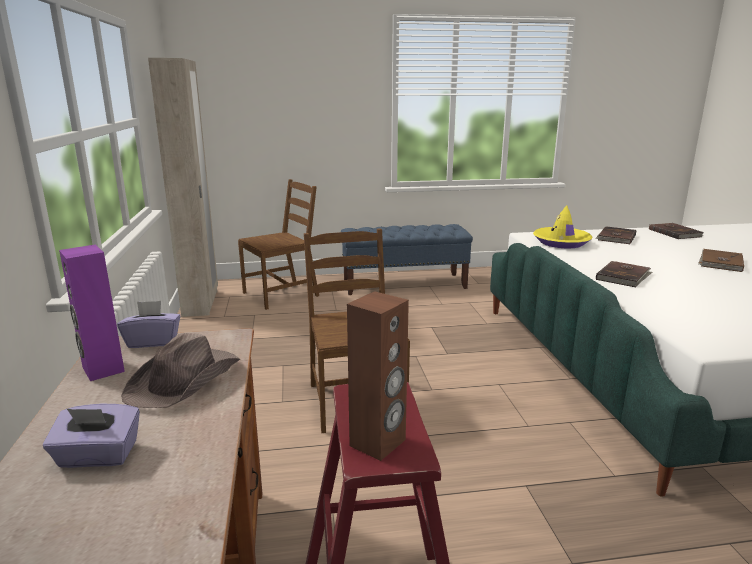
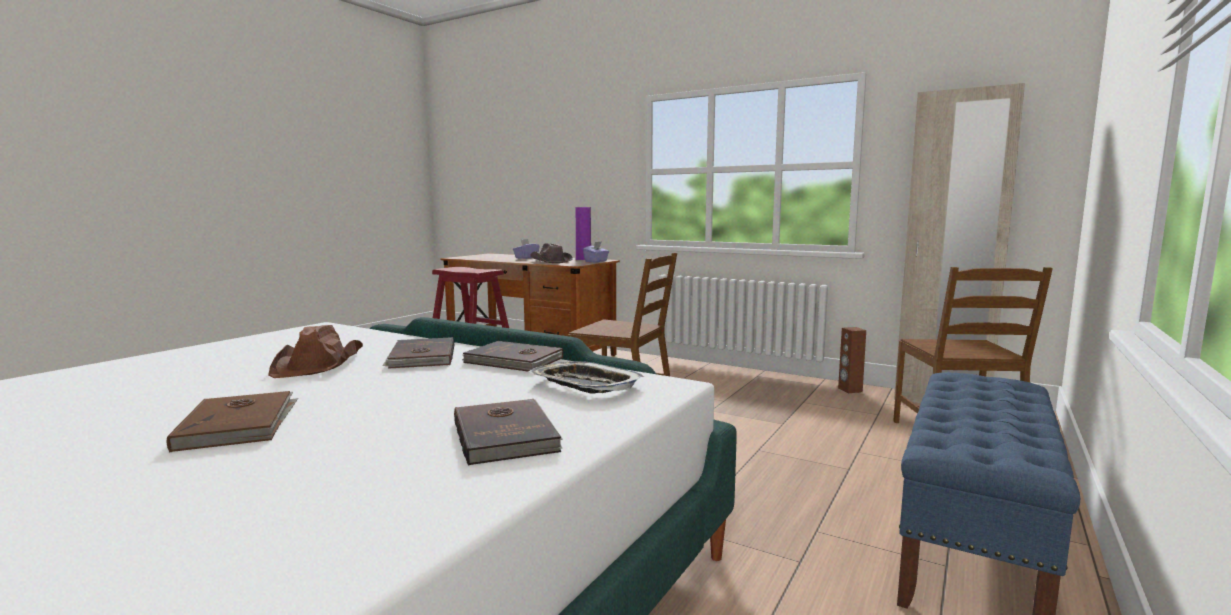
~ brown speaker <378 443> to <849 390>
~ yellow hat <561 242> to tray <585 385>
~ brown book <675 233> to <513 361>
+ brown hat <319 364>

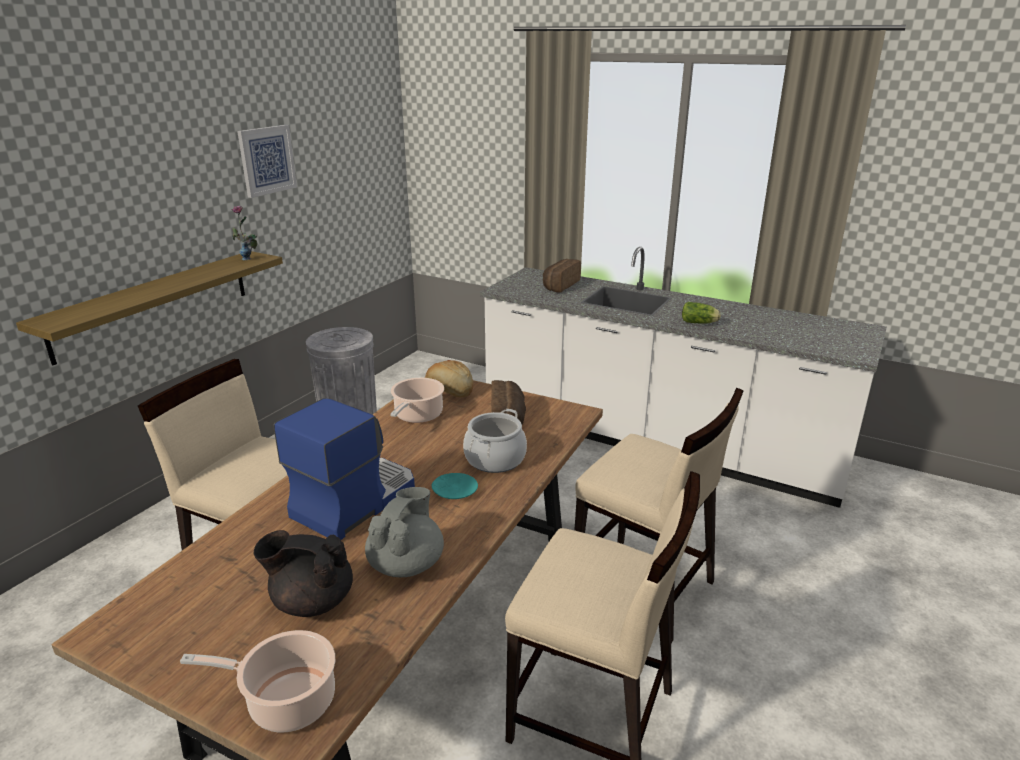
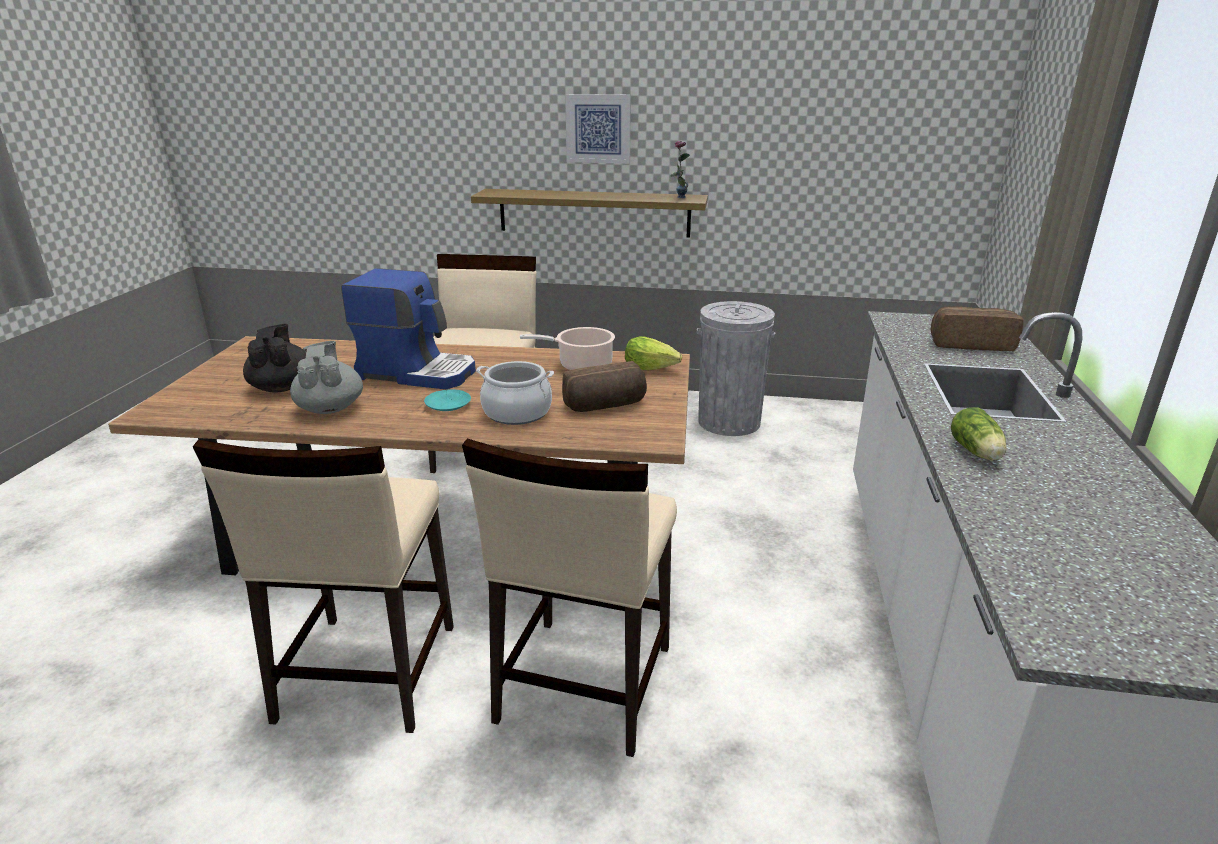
- cooking pot <286 701>
~ picture <267 160> to <598 128>
~ grey teapot <407 564> = <330 408> 105 degrees counterclockwise
~ bread <449 390> to lettuce <650 368>

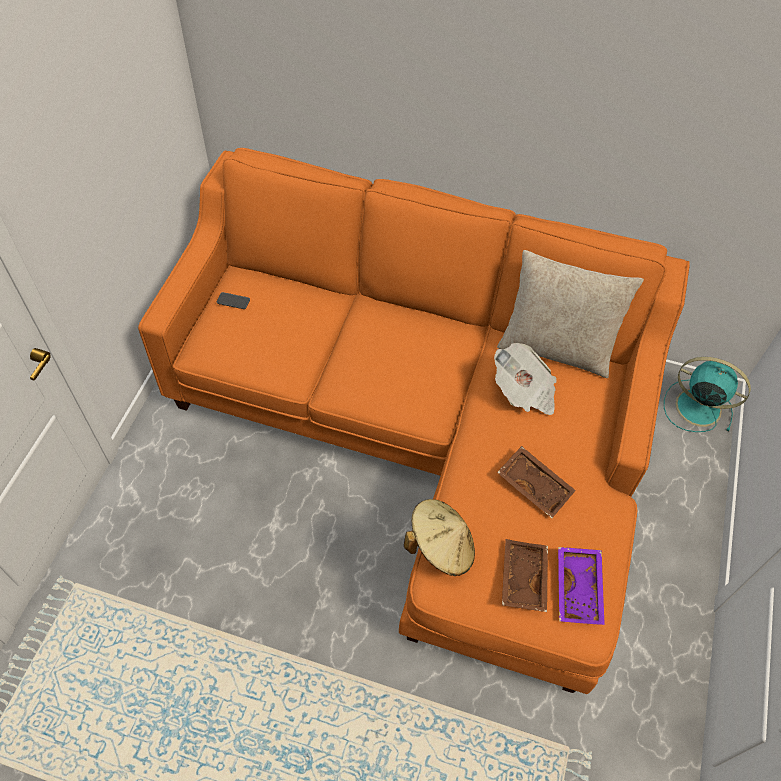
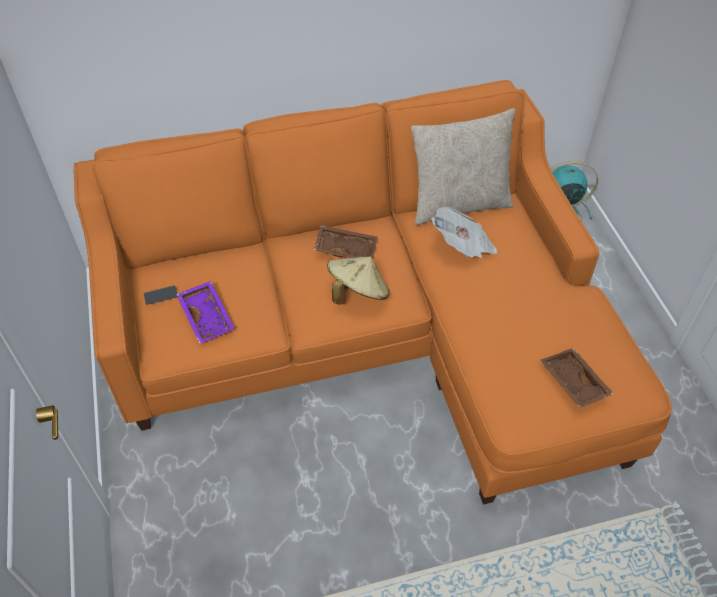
~ beige hat <441 546> to <357 293>
~ brown tray <535 485> to <346 248>
~ purple tray <580 589> to <208 317>

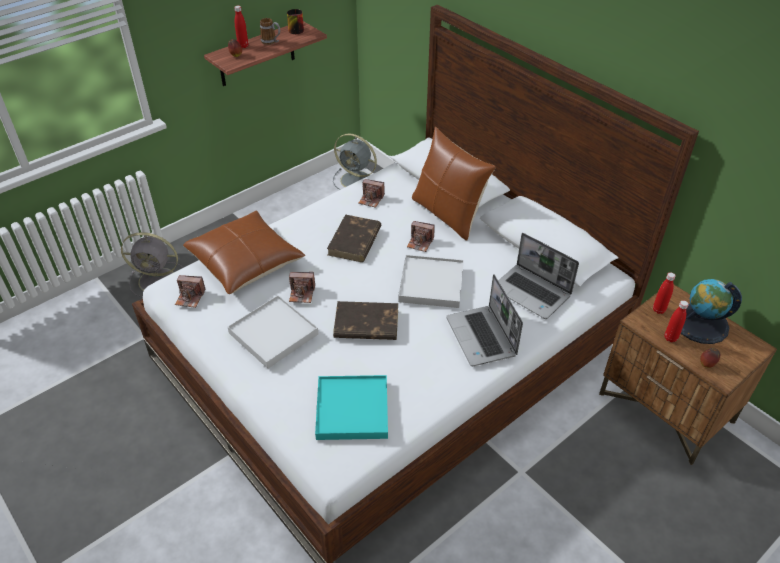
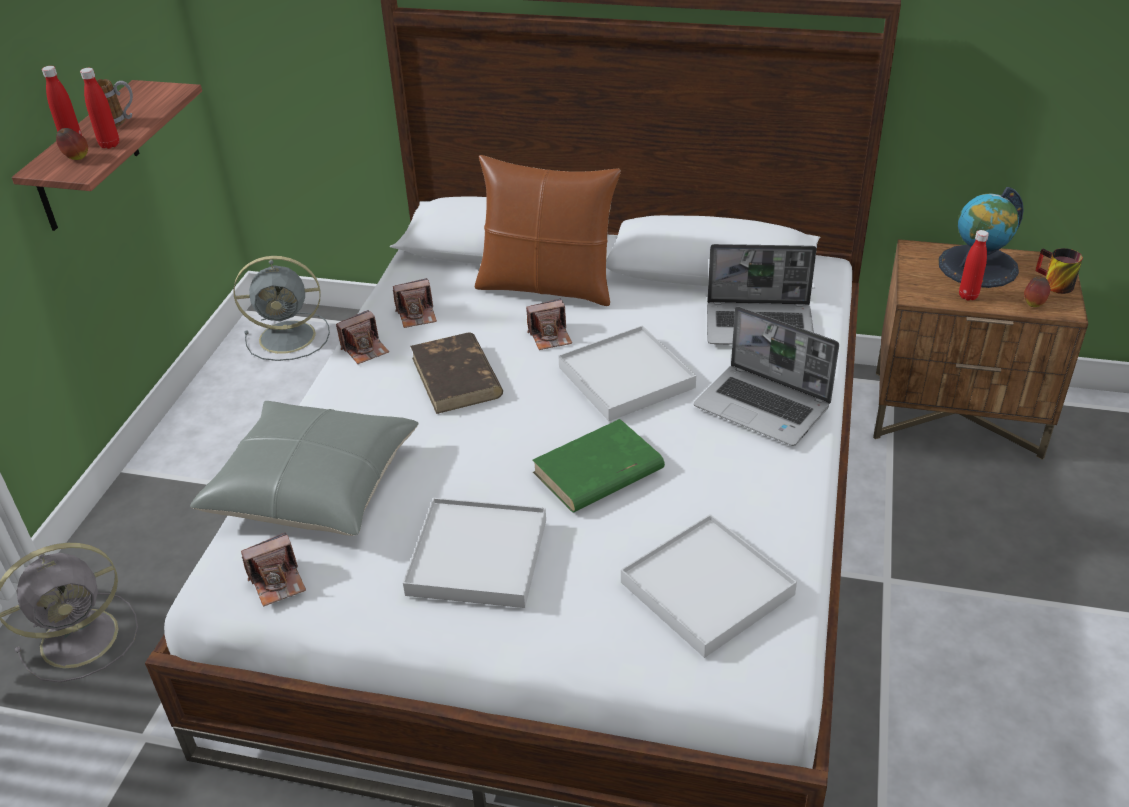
~ brown pillow <245 261> to grey pillow <313 486>
~ mug <295 29> to <1052 284>
~ photo camera <302 293> to <365 349>
~ turquoise tray <352 410> to white tray <707 588>
~ brown book <365 324> to green book <597 472>
~ red bottle <658 310> to <109 145>

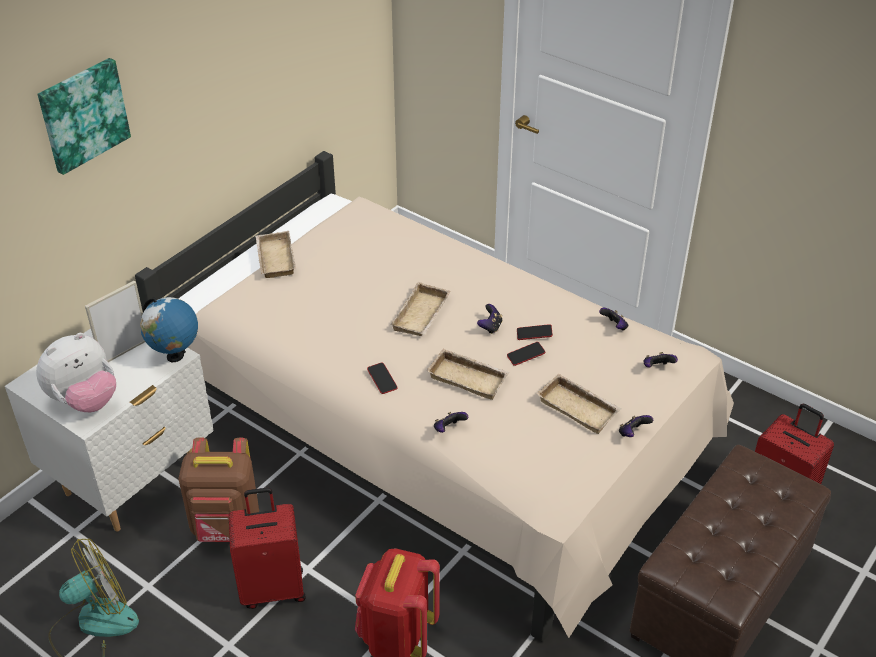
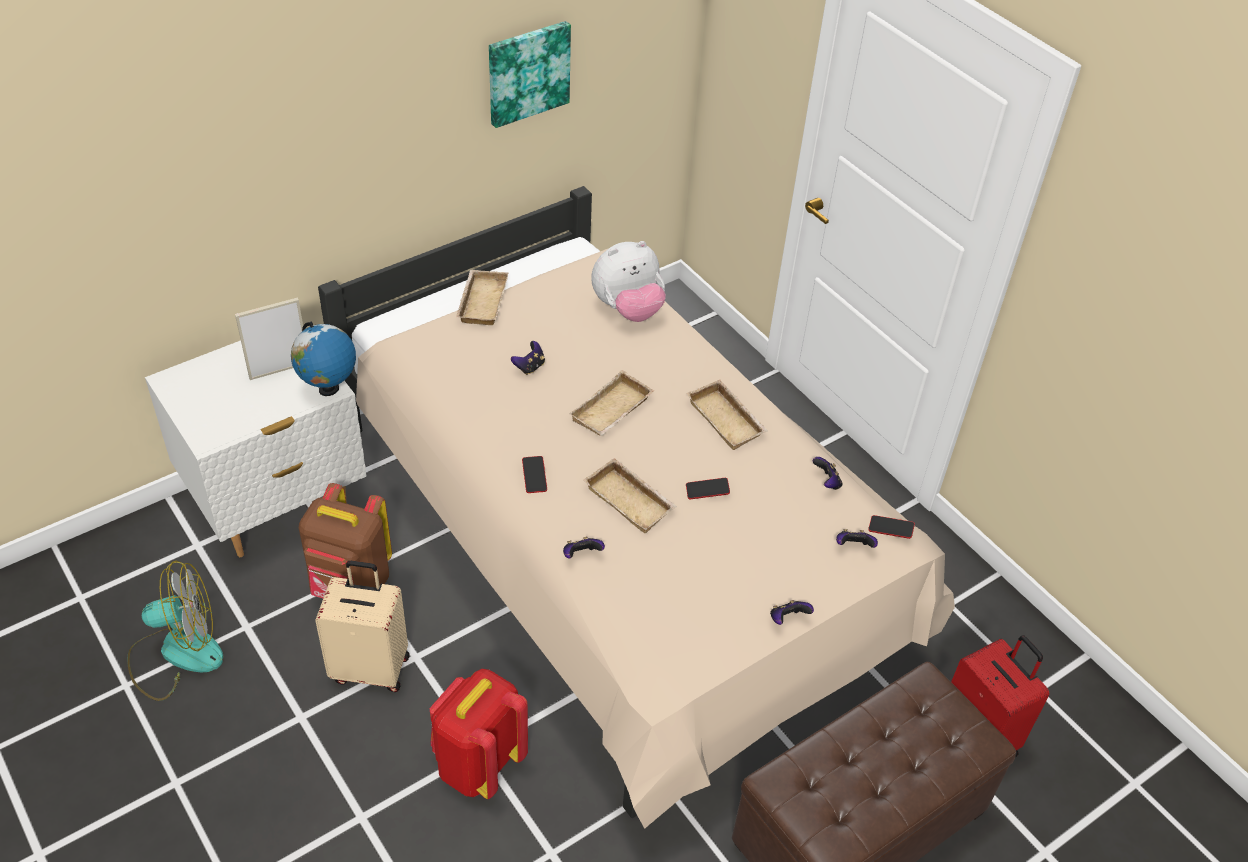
~ plush toy <85 400> to <628 309>
~ picture <83 114> to <527 72>
~ red suitcase <273 588> to beige suitcase <371 667>
~ game controller <490 327> to <529 367>
~ phone <534 334> to <890 529>
~ beige tray <580 407> to <728 419>

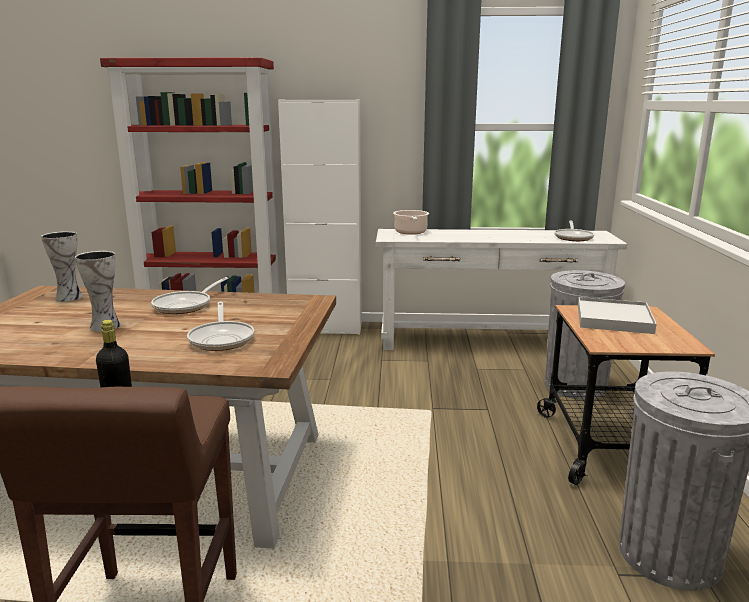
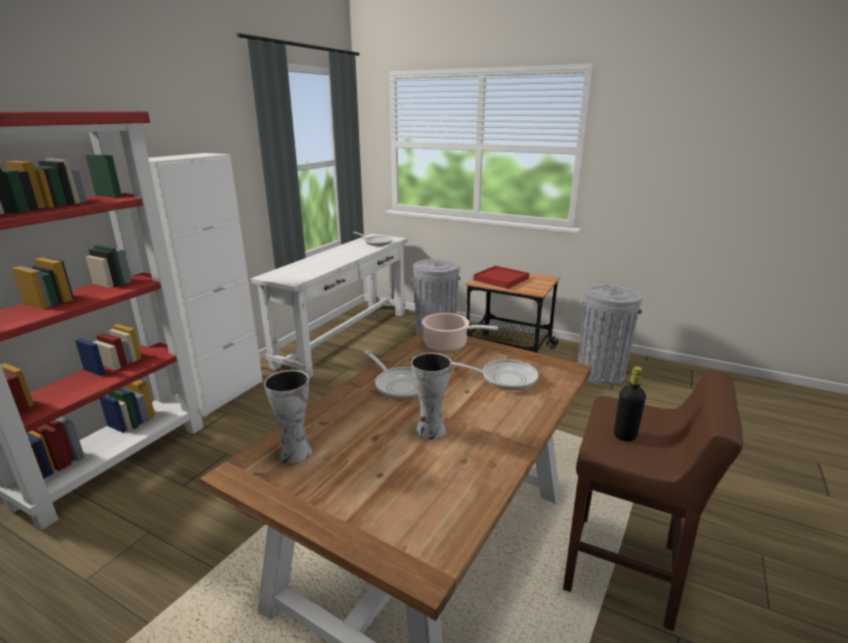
~ cooking pot <411 232> to <448 345>
~ white tray <613 319> to red tray <501 279>

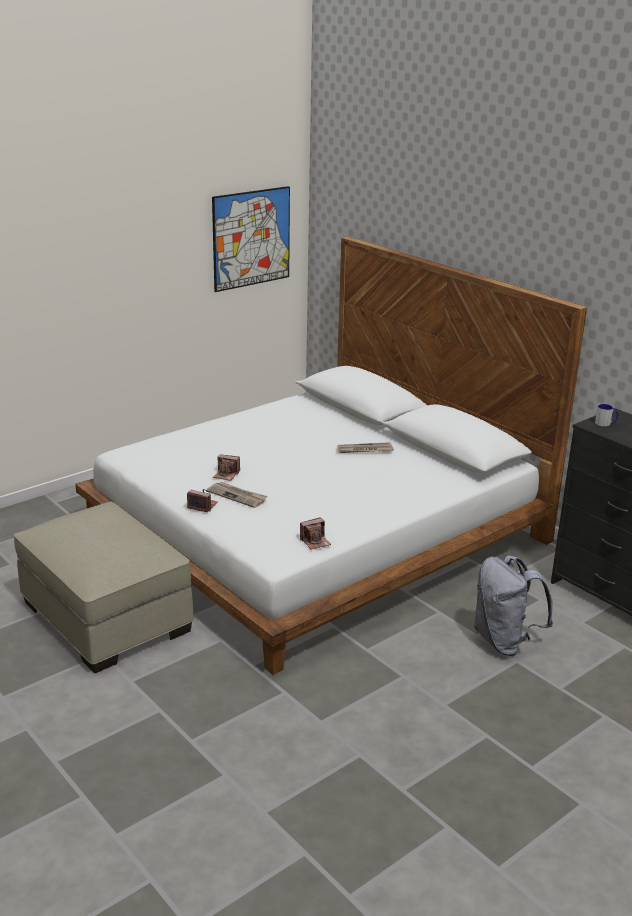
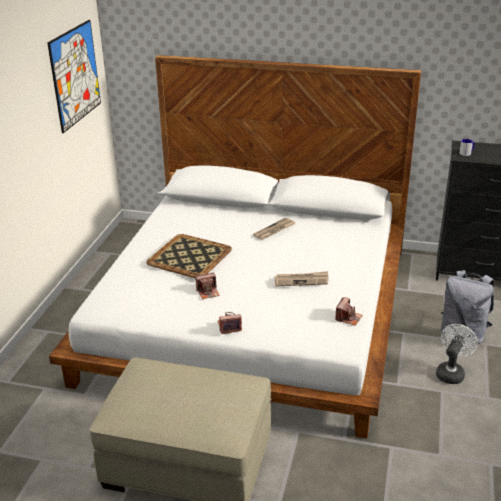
~ newspaper <237 496> to <301 280>
+ tray <189 257>
+ white fan <451 372>

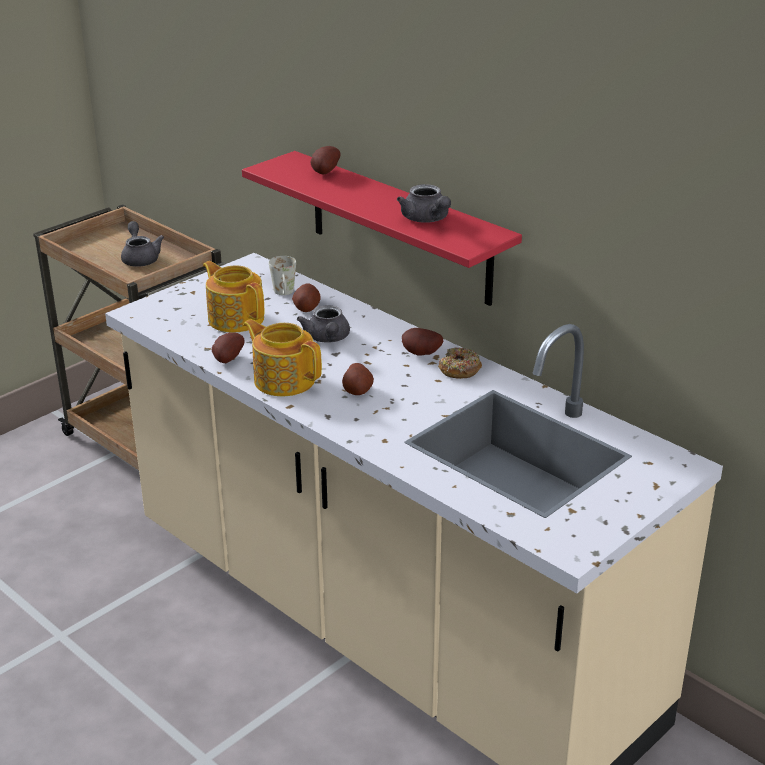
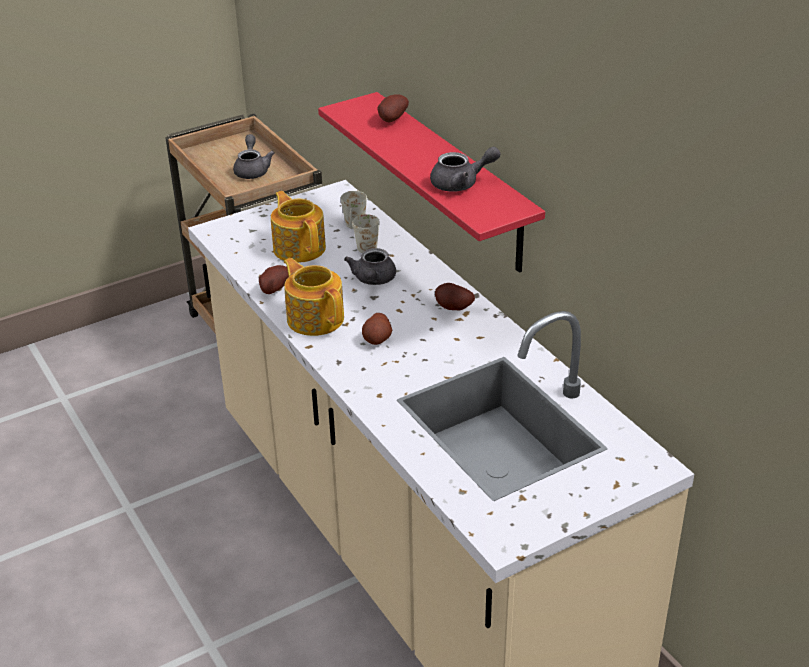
~ potato <306 308> to white mug <368 245>
~ grey teapot <427 219> = <461 183> 90 degrees counterclockwise
- donut <459 370>

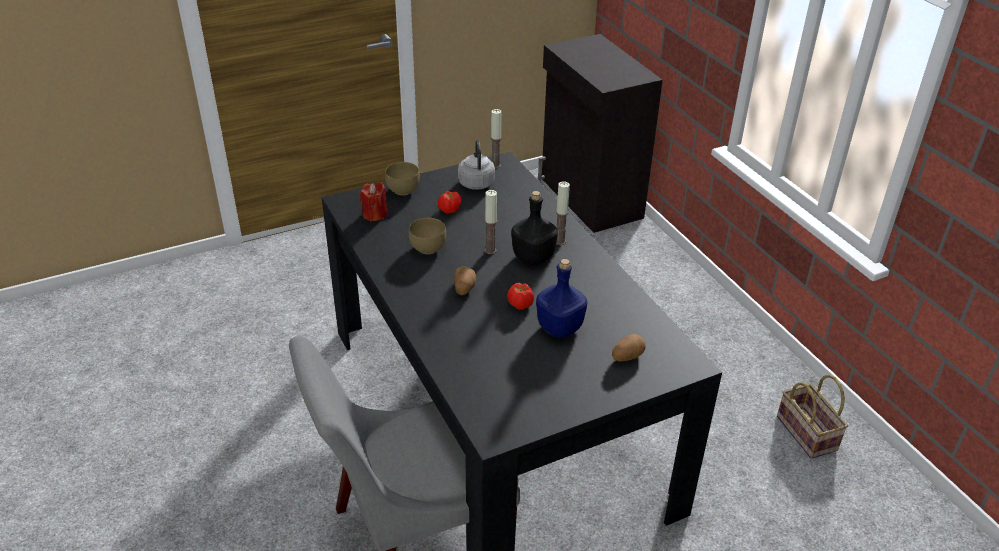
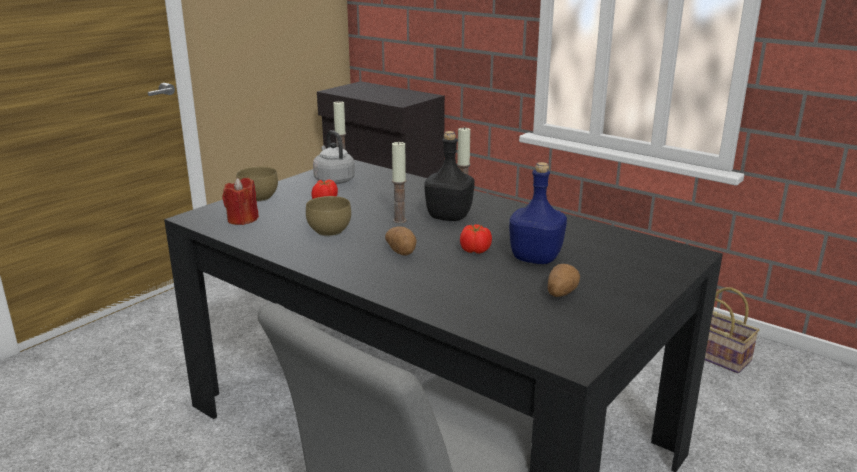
~ potato <627 356> to <560 293>

